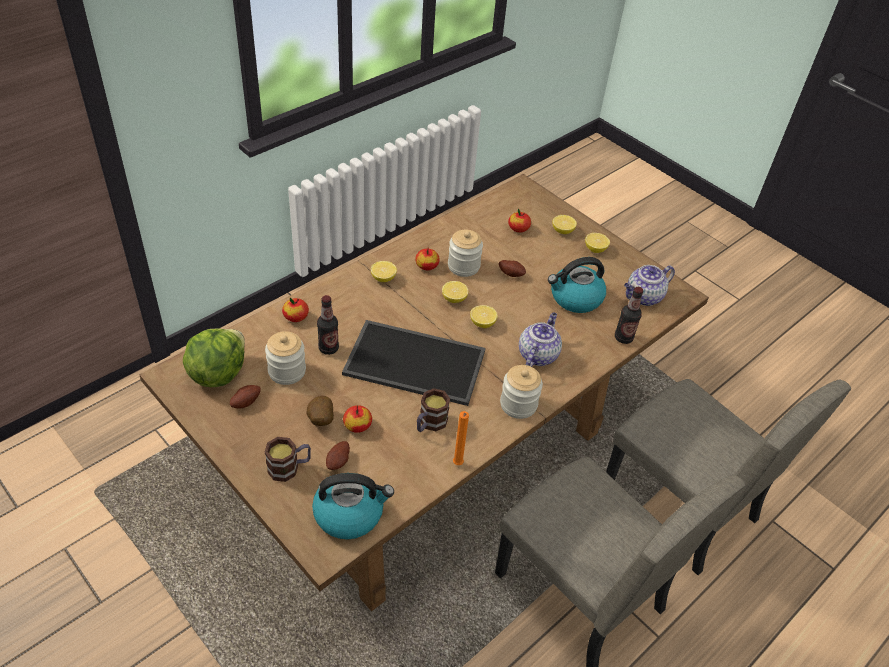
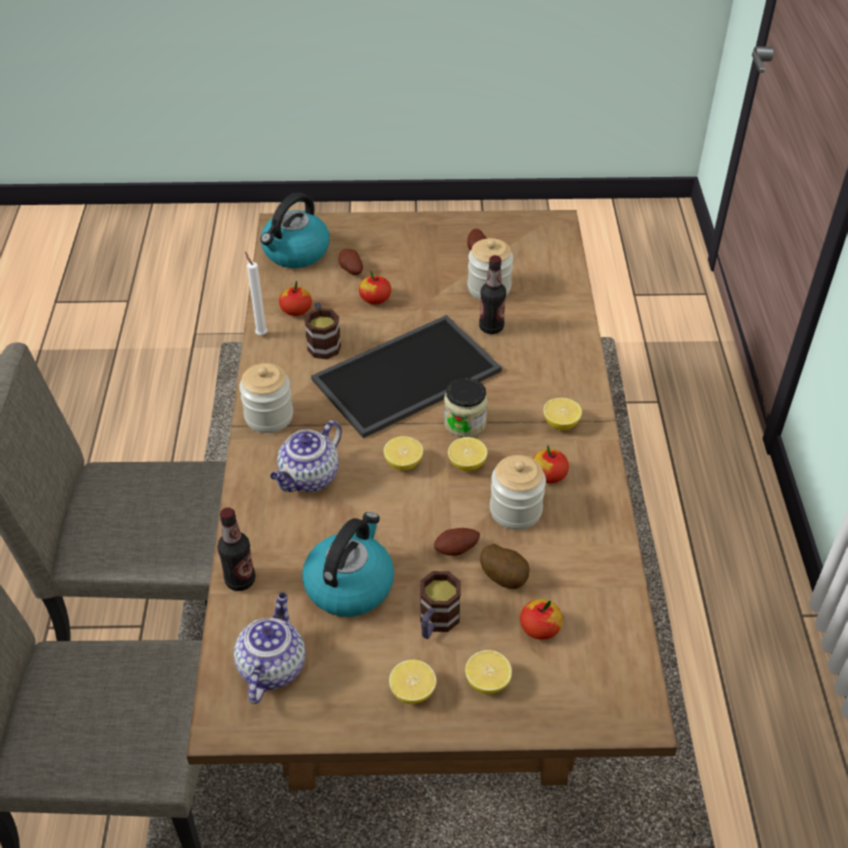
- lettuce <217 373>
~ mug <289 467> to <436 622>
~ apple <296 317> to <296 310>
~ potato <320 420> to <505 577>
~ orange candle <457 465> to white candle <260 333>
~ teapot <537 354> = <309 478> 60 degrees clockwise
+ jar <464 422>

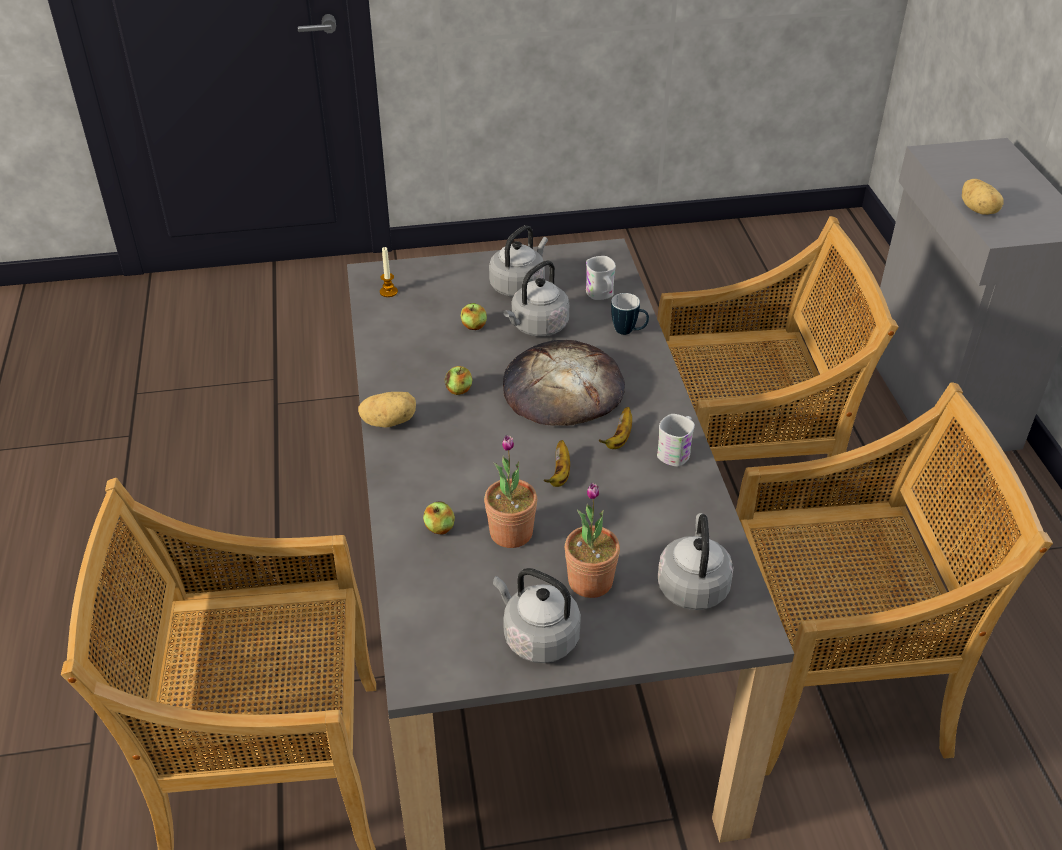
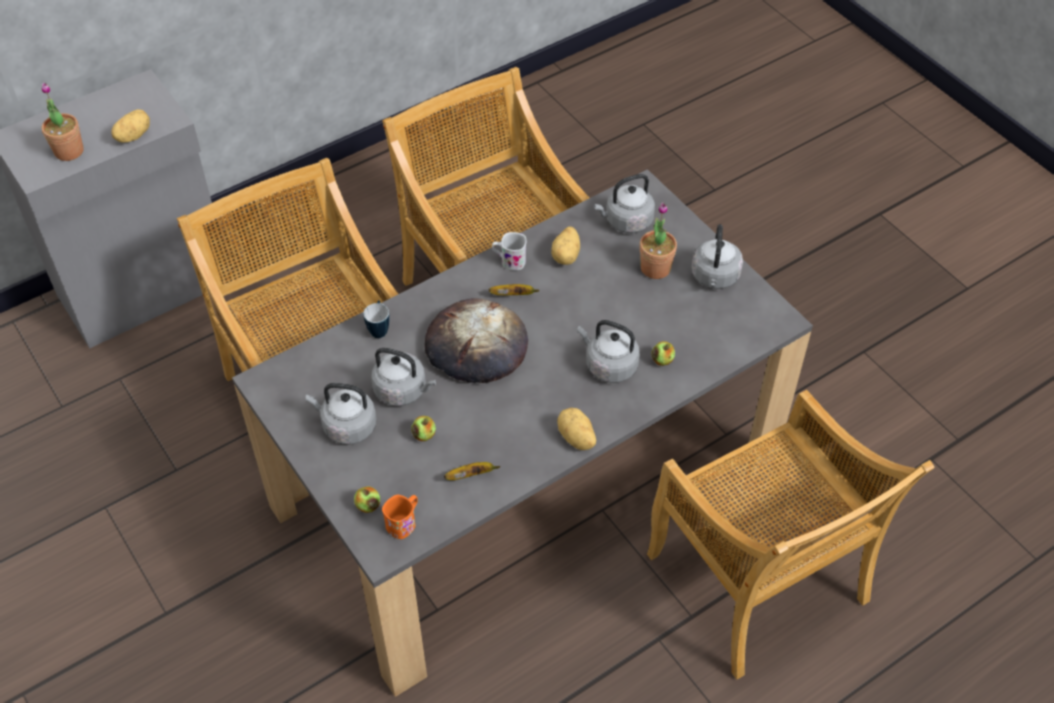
~ candle <388 292> to orange mug <404 523>
~ apple <459 390> to <368 505>
~ potted plant <511 533> to <69 151>
~ banana <560 474> to <471 475>
- white mug <601 295>
+ potato <567 255>
+ grey kettle <608 365>

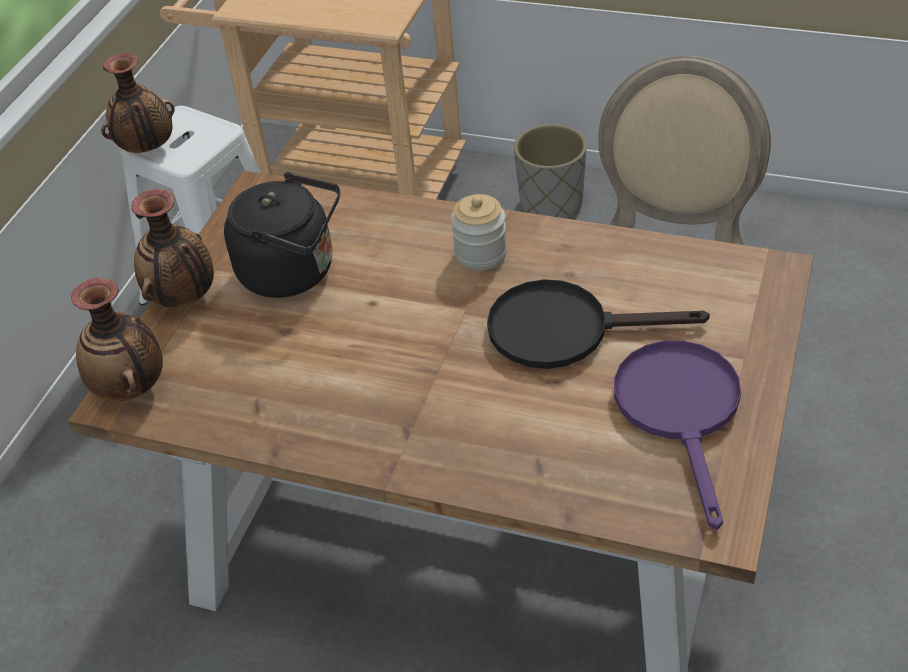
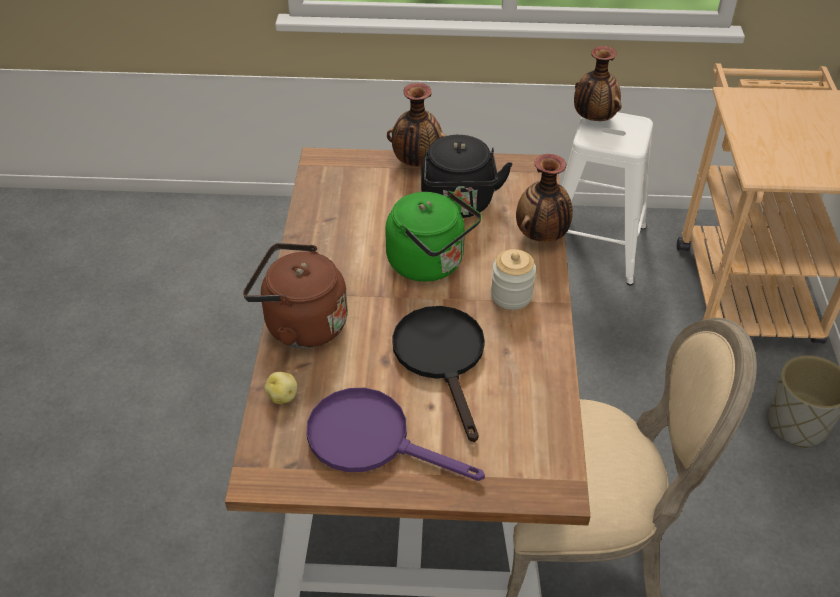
~ vase <131 388> to <542 236>
~ purple frying pan <681 411> = <372 439> 135 degrees counterclockwise
+ brown kettle <300 324>
+ potato <283 396>
+ green kettle <430 264>

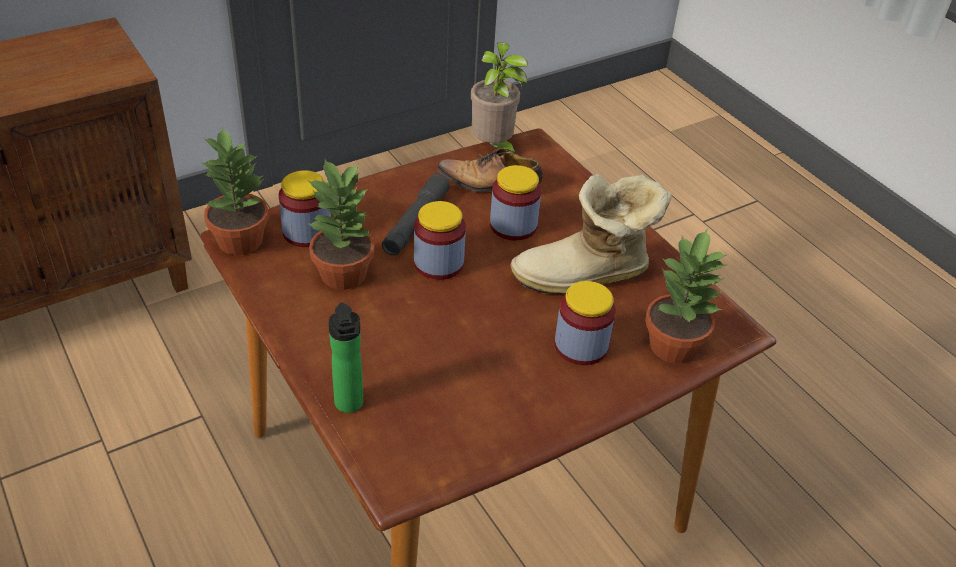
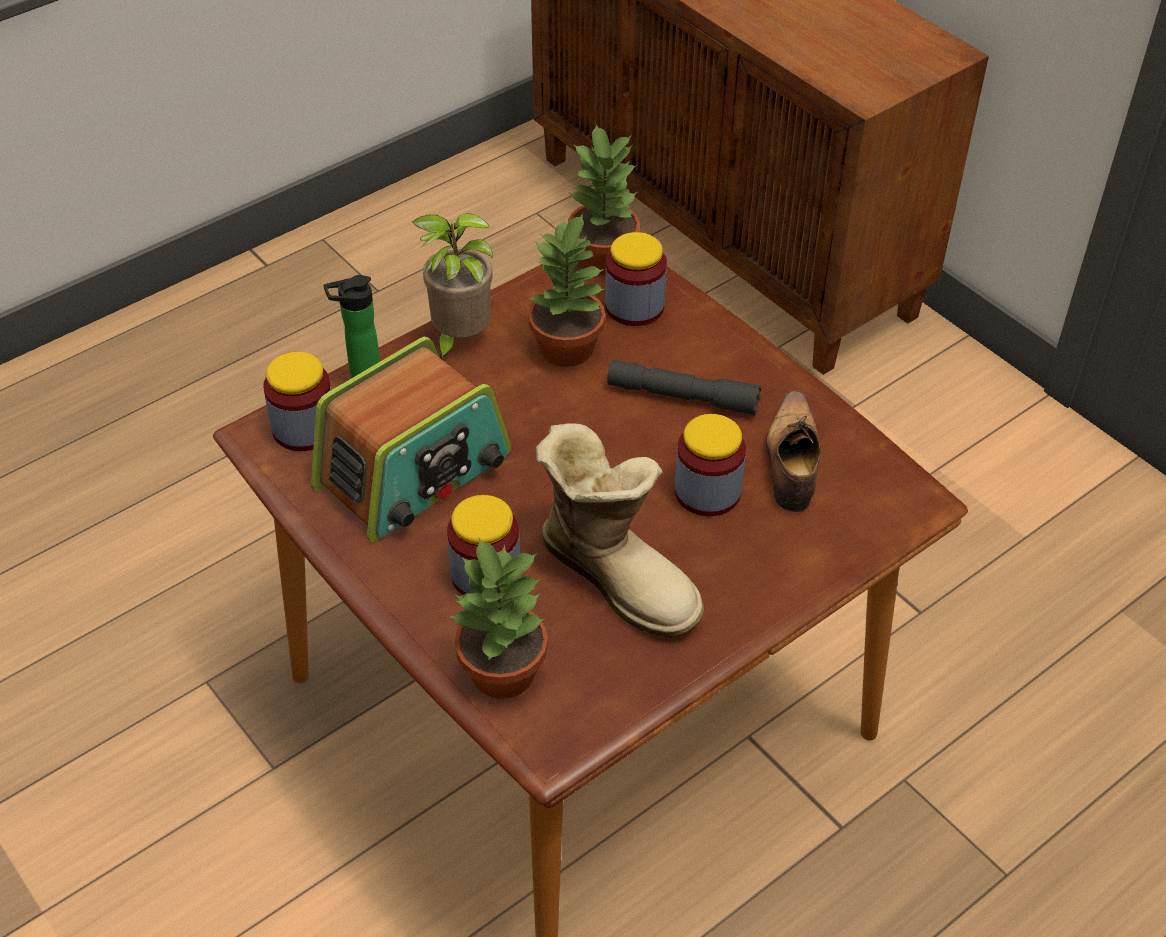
~ jar <438 263> to <304 429>
~ potted plant <494 148> to <459 339>
~ boot <585 277> = <619 574> 150 degrees clockwise
+ radio <414 472>

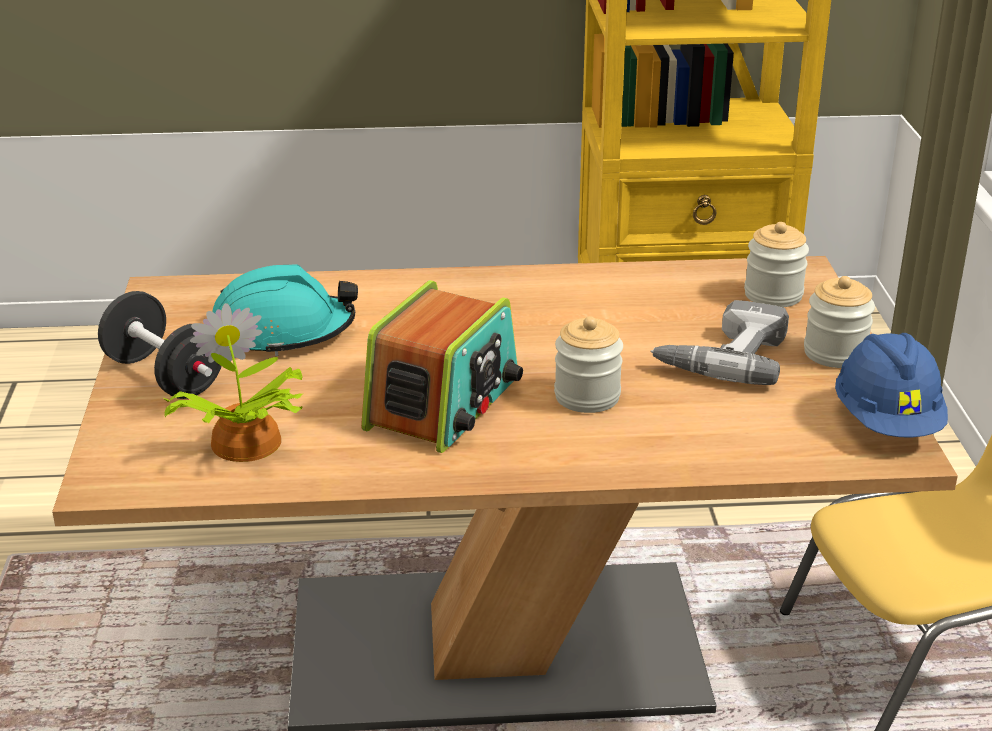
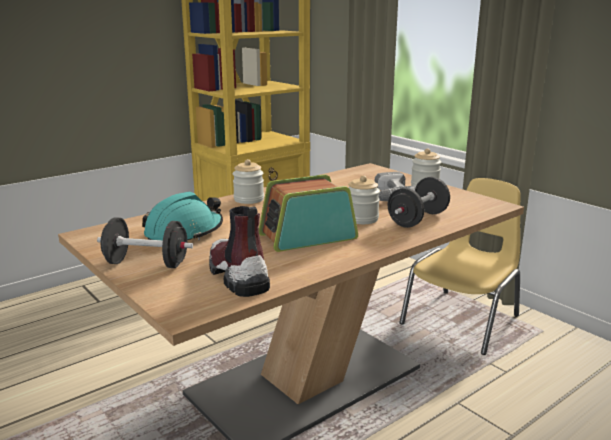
~ potted plant <244 444> to boot <237 276>
~ radio <444 403> = <307 236> 105 degrees counterclockwise
~ jar <773 295> to <249 199>
- blue hard hat <887 421>
+ black dumbbell <417 219>

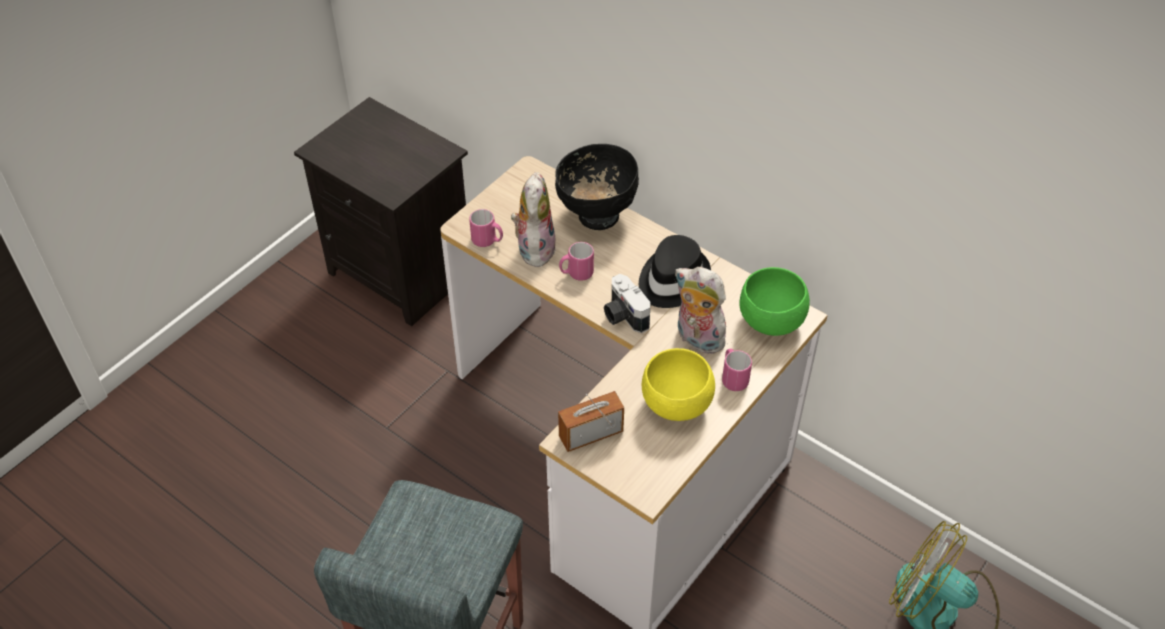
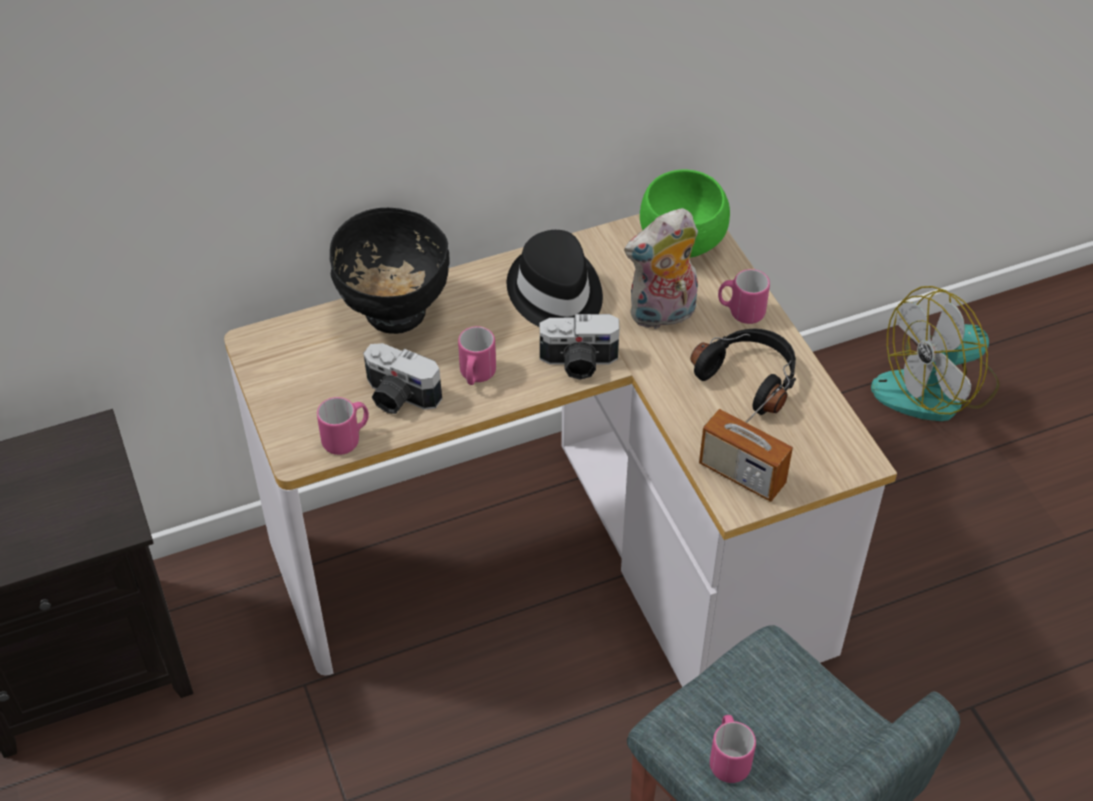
~ plush toy <534 248> to photo camera <398 397>
~ radio <591 434> = <742 474> 60 degrees counterclockwise
~ yellow bowl <677 406> to black headphones <750 377>
+ pink mug <728 758>

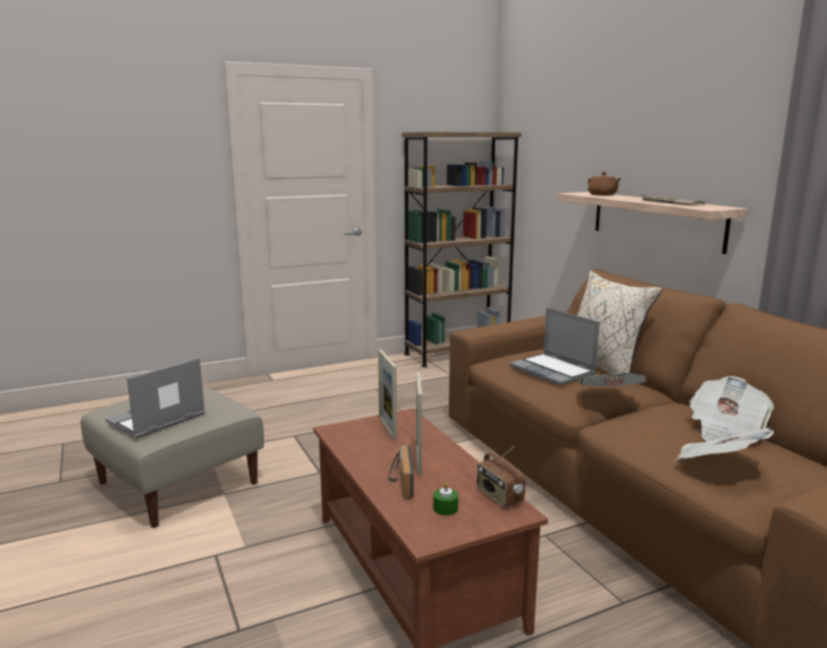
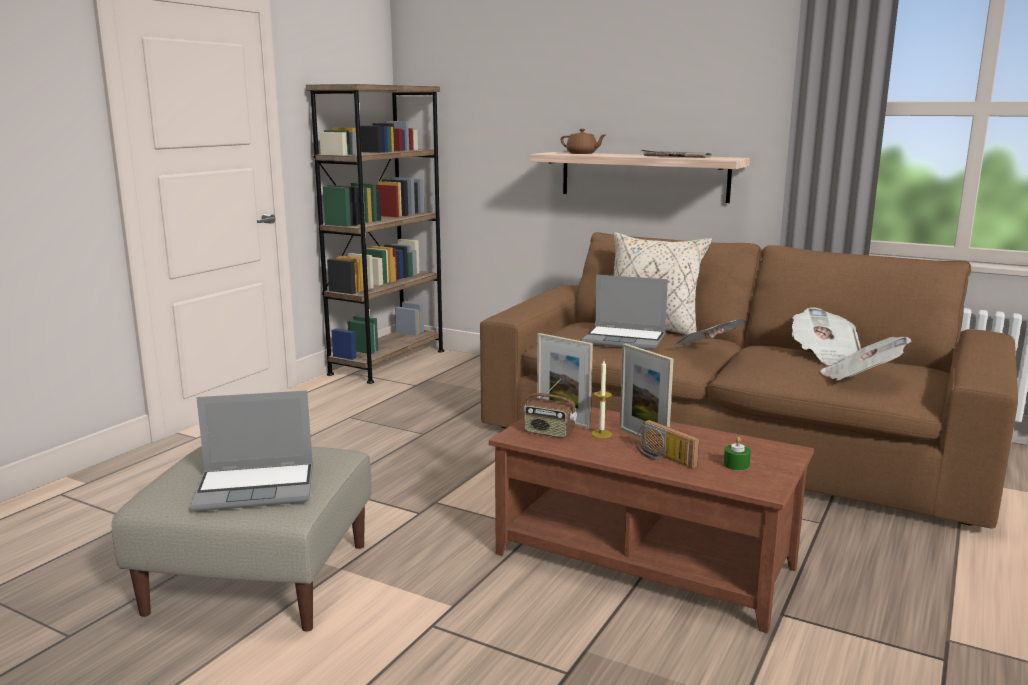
~ laptop <156 420> = <257 488> 105 degrees counterclockwise
~ radio <499 496> to <549 432>
+ candle <601 434>

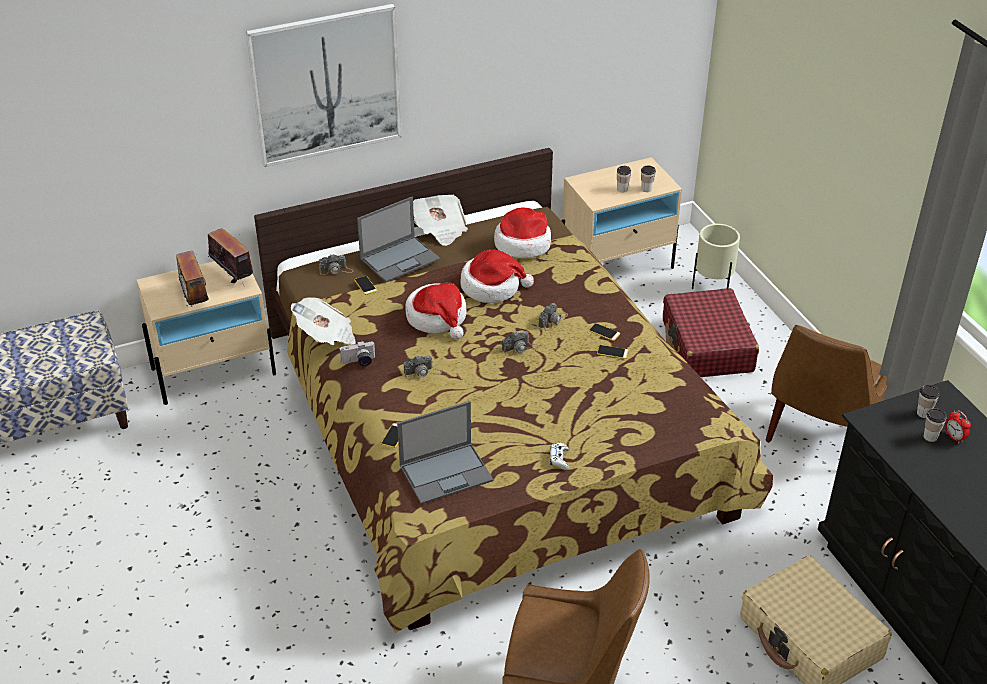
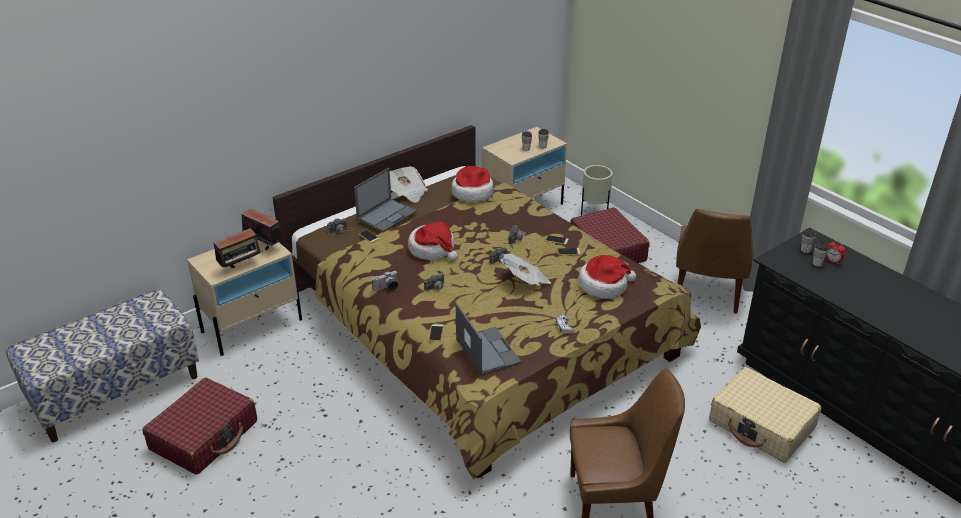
~ radio <195 301> = <241 267> 90 degrees counterclockwise
- picture <326 85>
~ newspaper <326 336> to <525 281>
~ laptop <447 472> = <487 350> 75 degrees counterclockwise
~ hat <492 287> to <604 285>
+ red suitcase <204 435>

